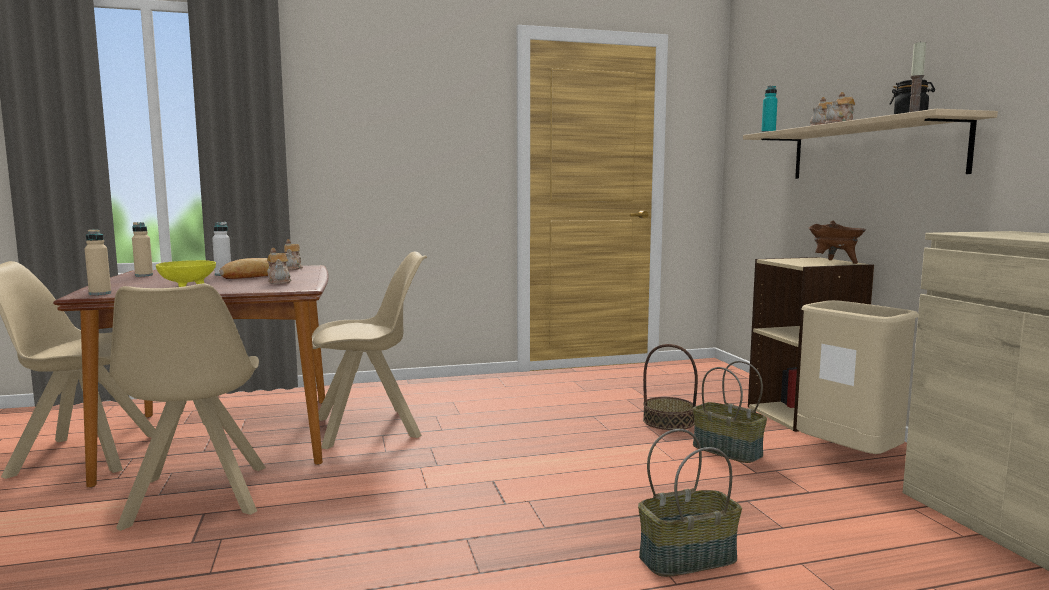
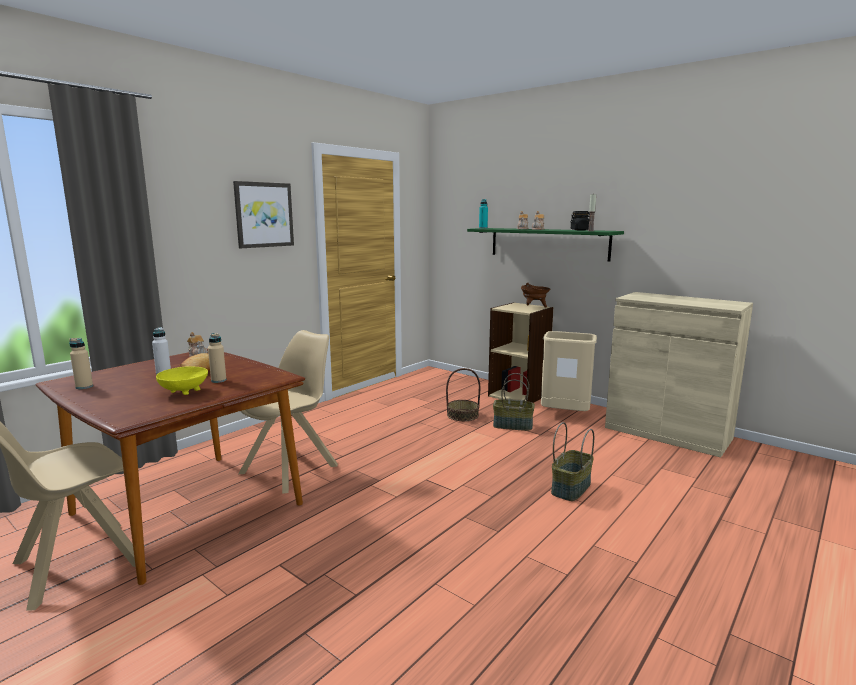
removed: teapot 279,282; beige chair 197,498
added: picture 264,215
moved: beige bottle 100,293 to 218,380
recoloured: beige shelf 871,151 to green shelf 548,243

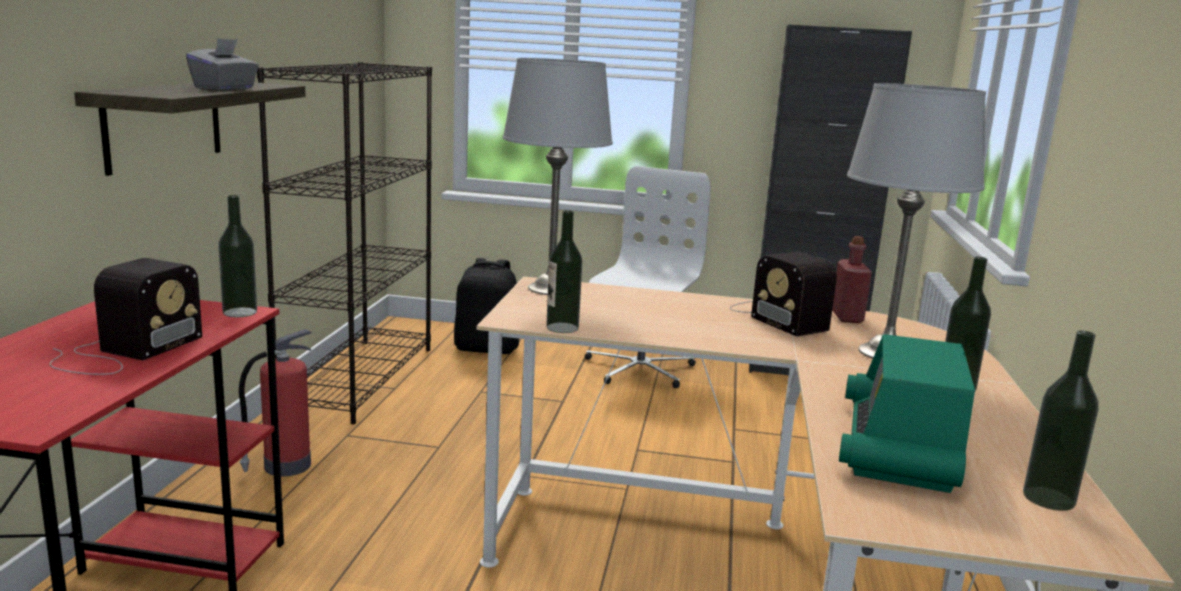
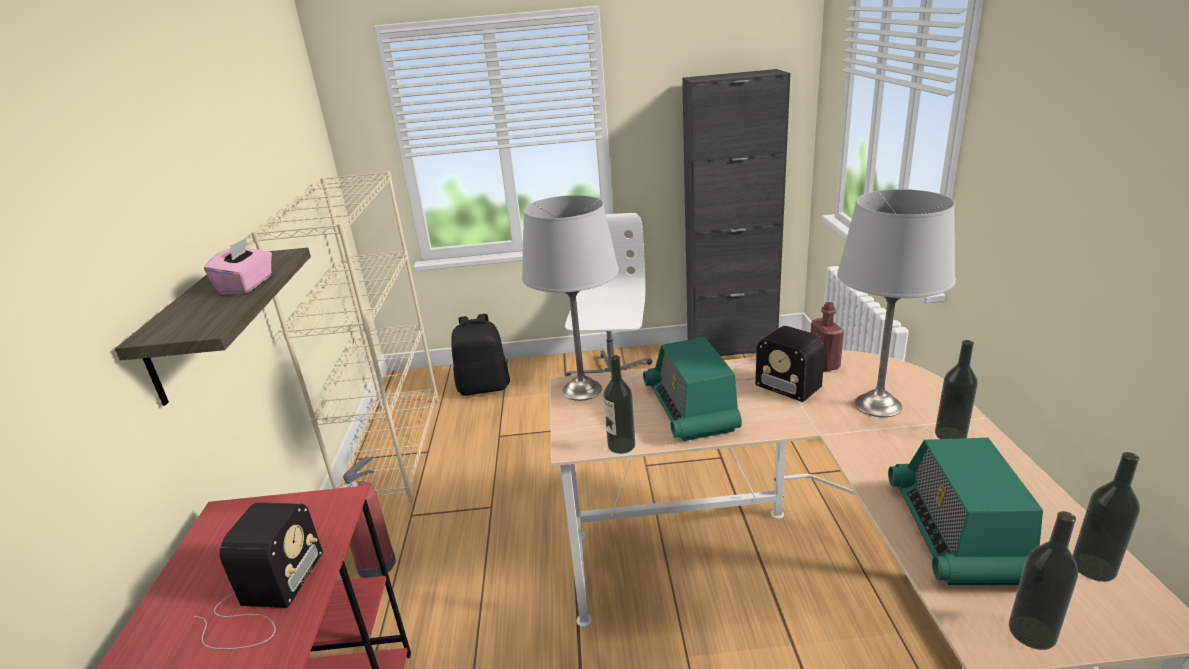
added: radio 690,409
moved: bottle 240,312 to 1032,632
recoloured: grey tissue box 225,88 to pink tissue box 247,285; black bookcase 359,378 to beige bookcase 394,448

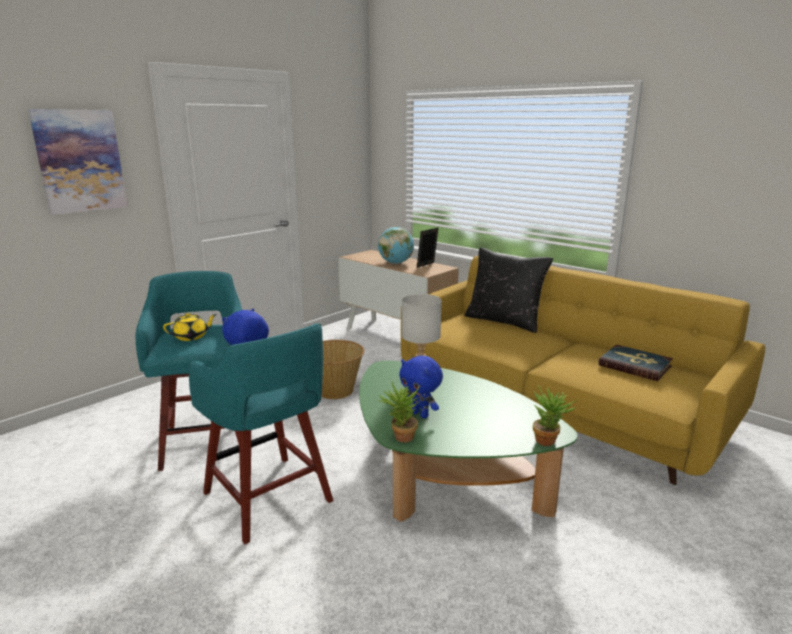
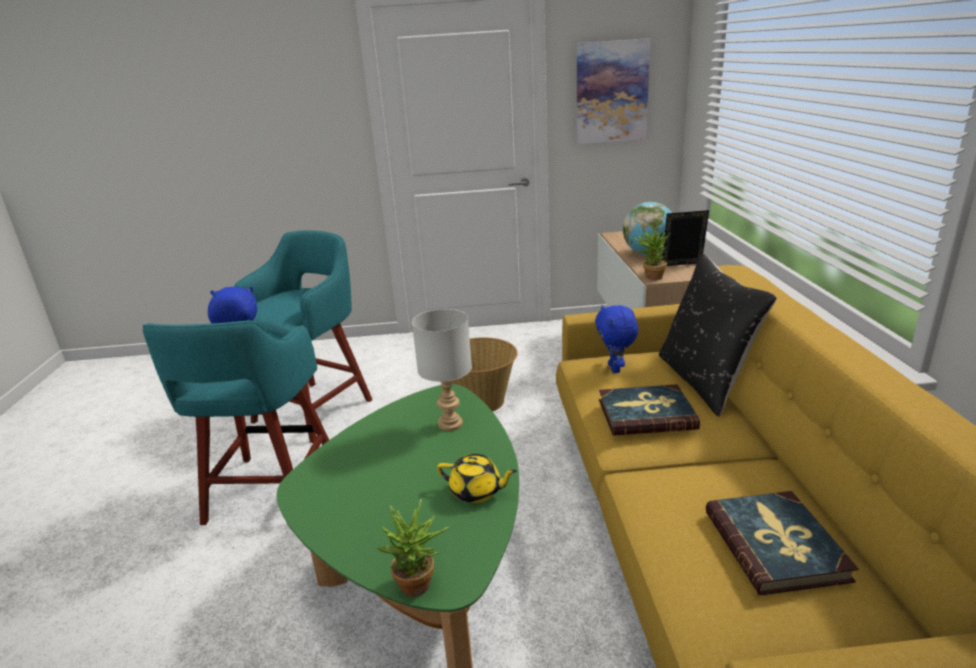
added: book 646,414
moved: picture 80,161 to 611,92; yellow teapot 191,337 to 476,491; blue plush toy 420,414 to 615,369; potted plant 400,438 to 650,277

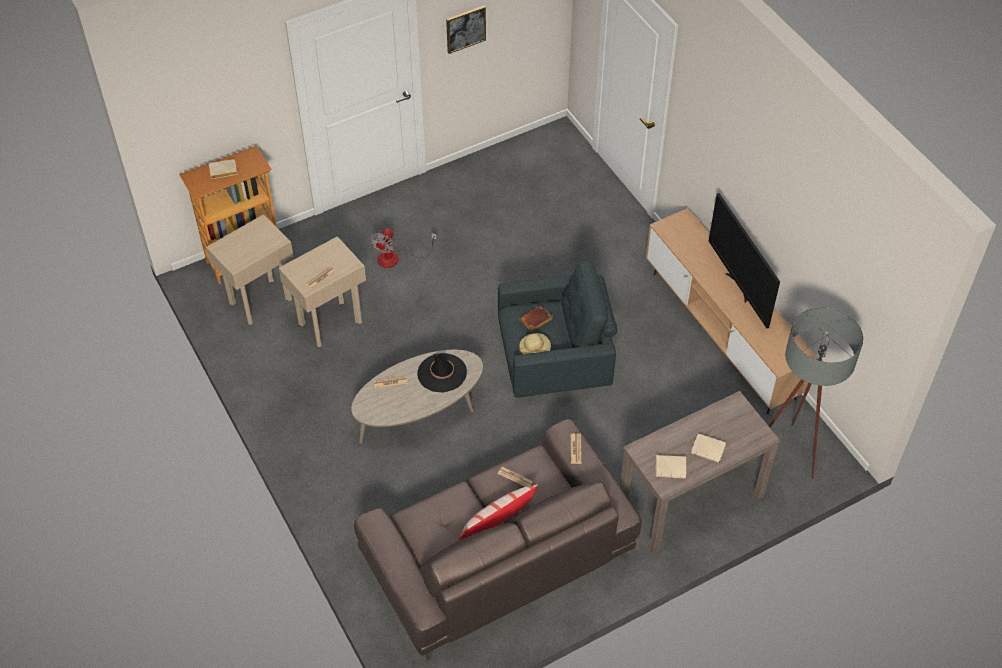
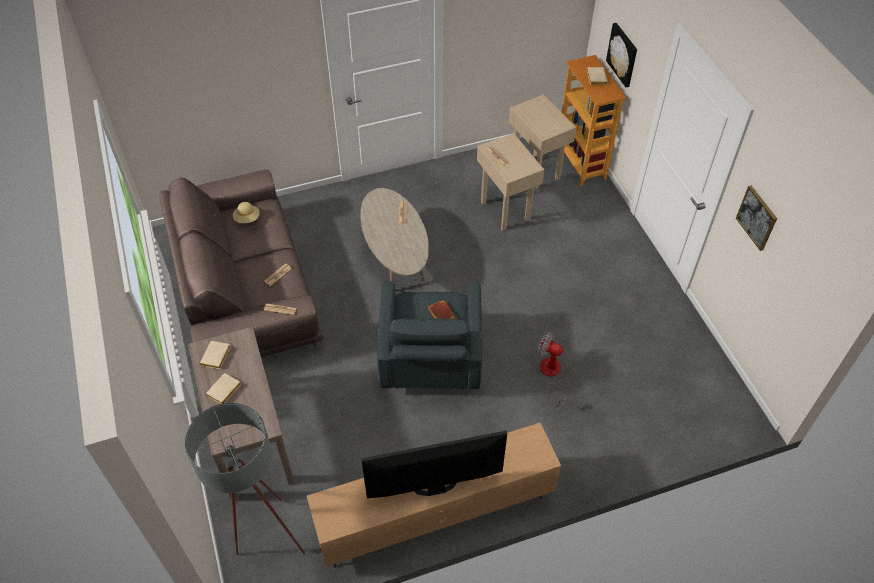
removed: black hat 442,373; pillow 497,522
added: picture 623,54
moved: fan 396,258 to 551,374; beige hat 535,350 to 247,218

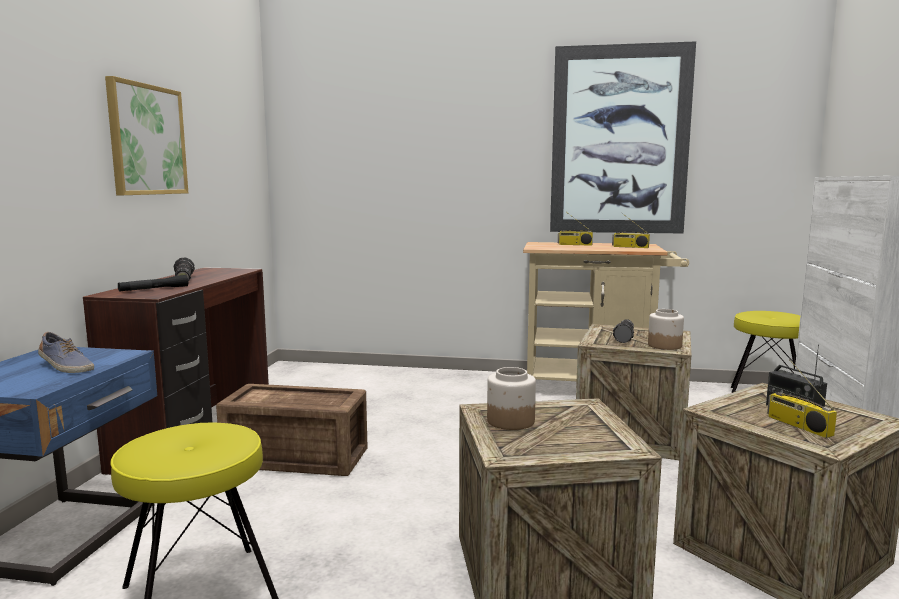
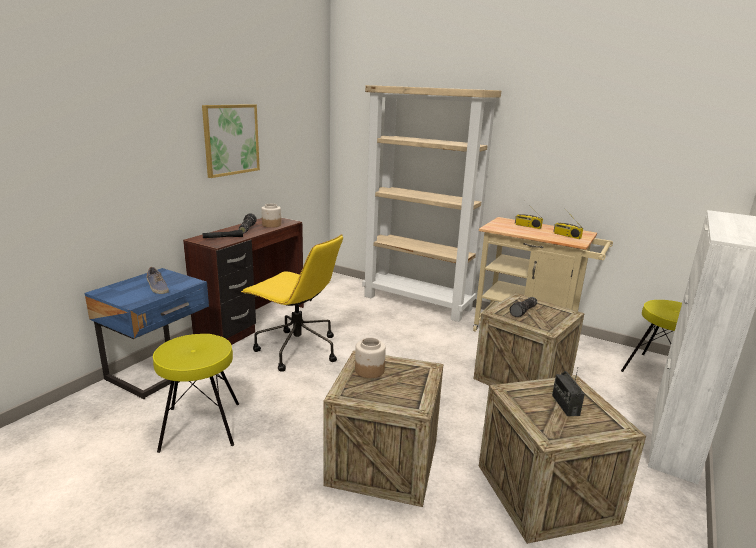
removed: picture 619,140; radio 797,425
added: beige bookcase 418,302
moved: jar 665,345 to 272,225
replaced: crate 297,459 to yellow office chair 296,350

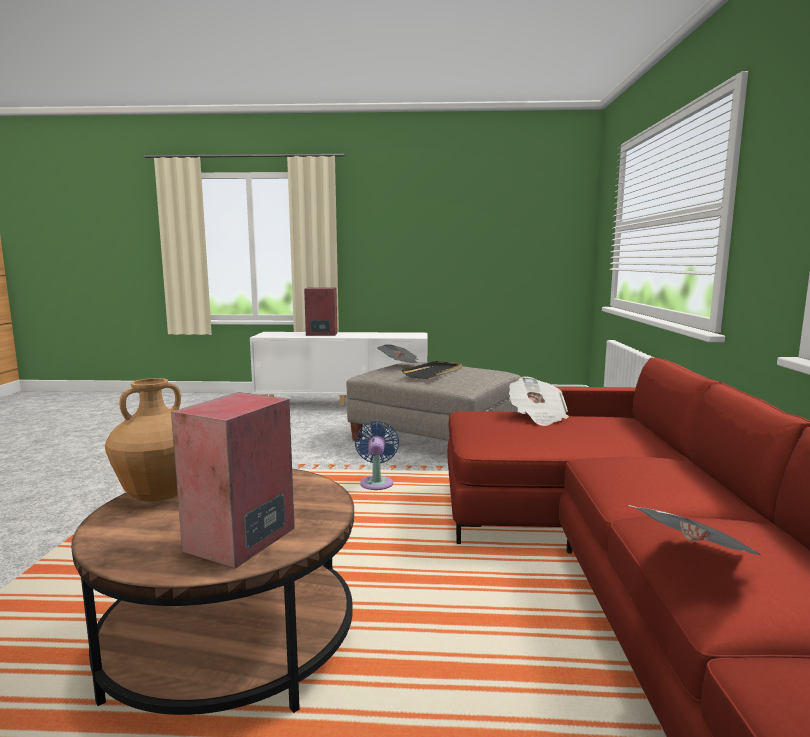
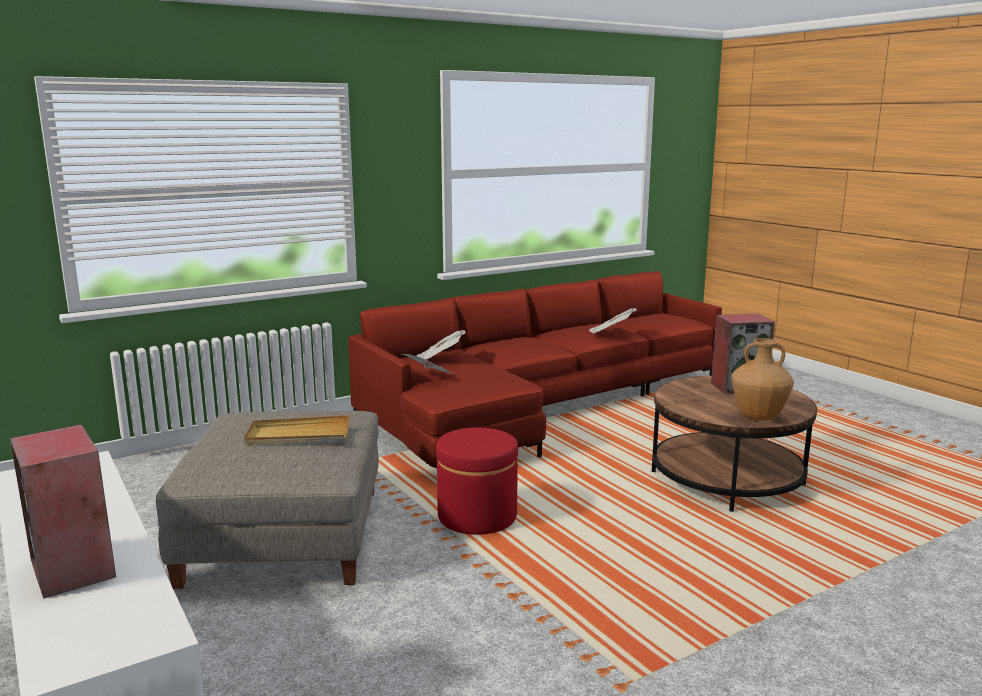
moved: newspaper 399,365 to 439,359
replaced: blue fan 377,482 to red ottoman 477,516
recoloured: black tray 434,372 to beige tray 298,435

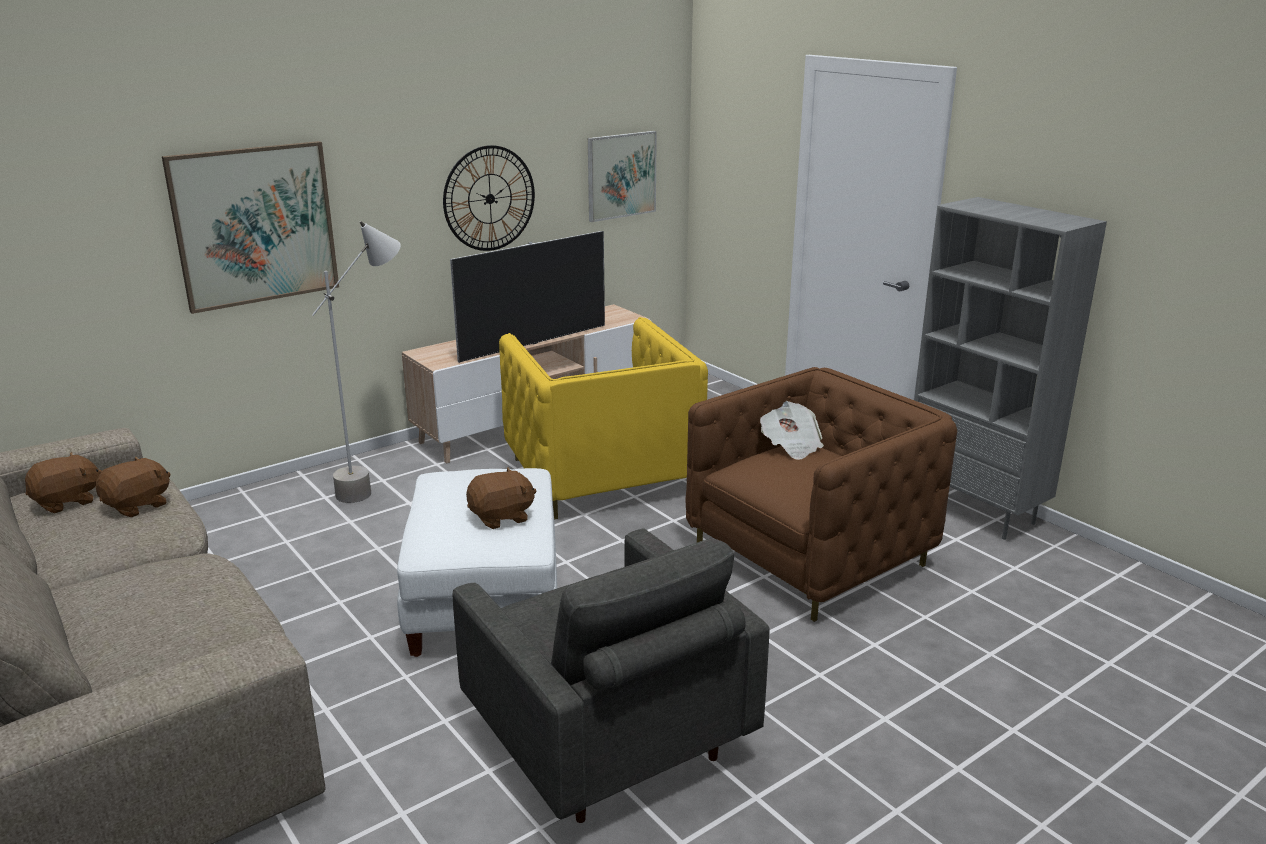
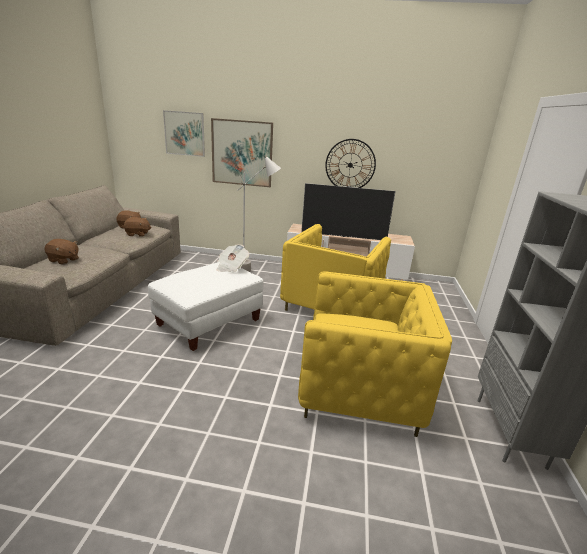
removed: grey armchair 607,742
moved: picture 621,175 to 184,133; newspaper 790,445 to 231,267; brown plush toy 501,517 to 63,260
recoloured: brown armchair 809,556 to yellow armchair 359,388

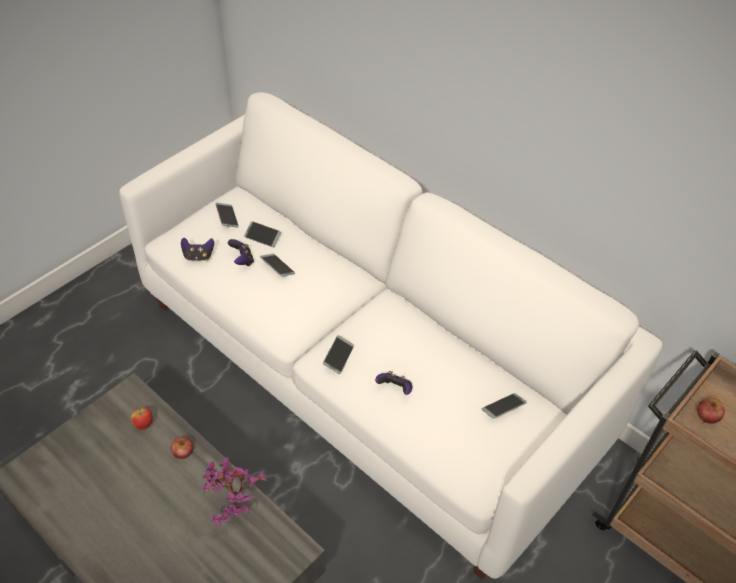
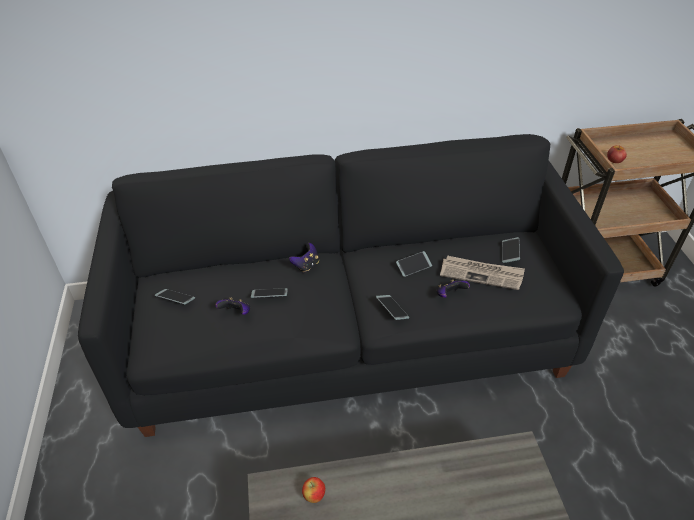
removed: apple 183,451; potted plant 233,508
added: newspaper 481,274
moved: phone 262,237 to 413,266; game controller 198,256 to 306,265
recoloured: white sofa 366,370 to black sofa 348,336

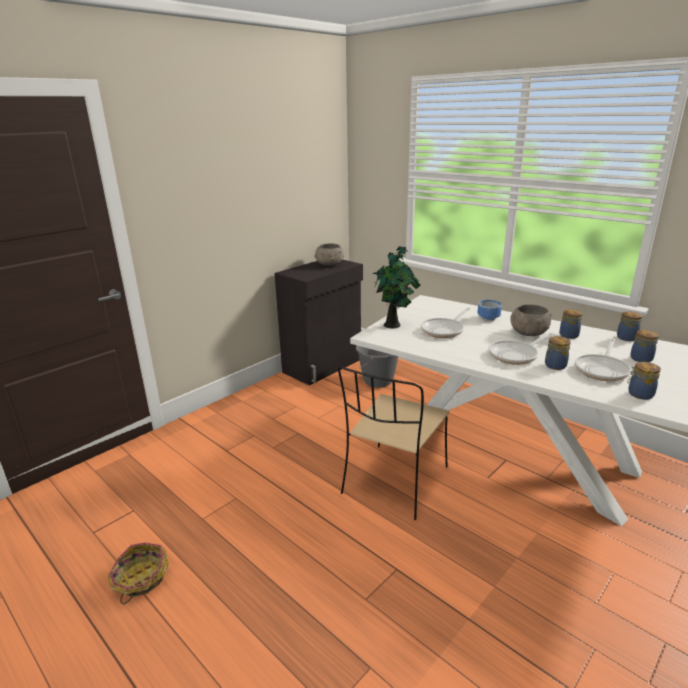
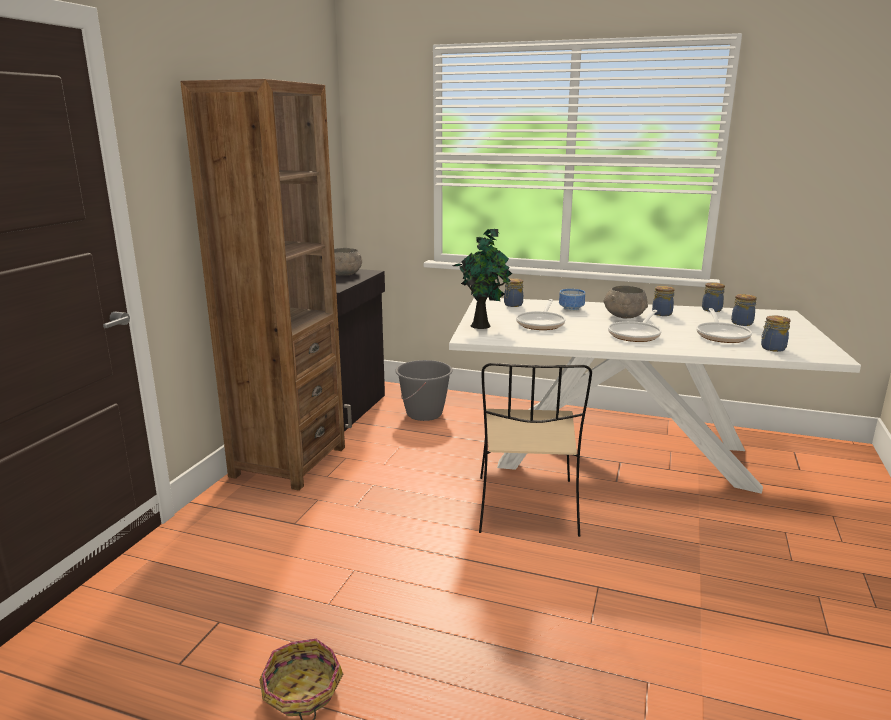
added: brown bookcase 288,461
moved: jar 554,366 to 512,305

